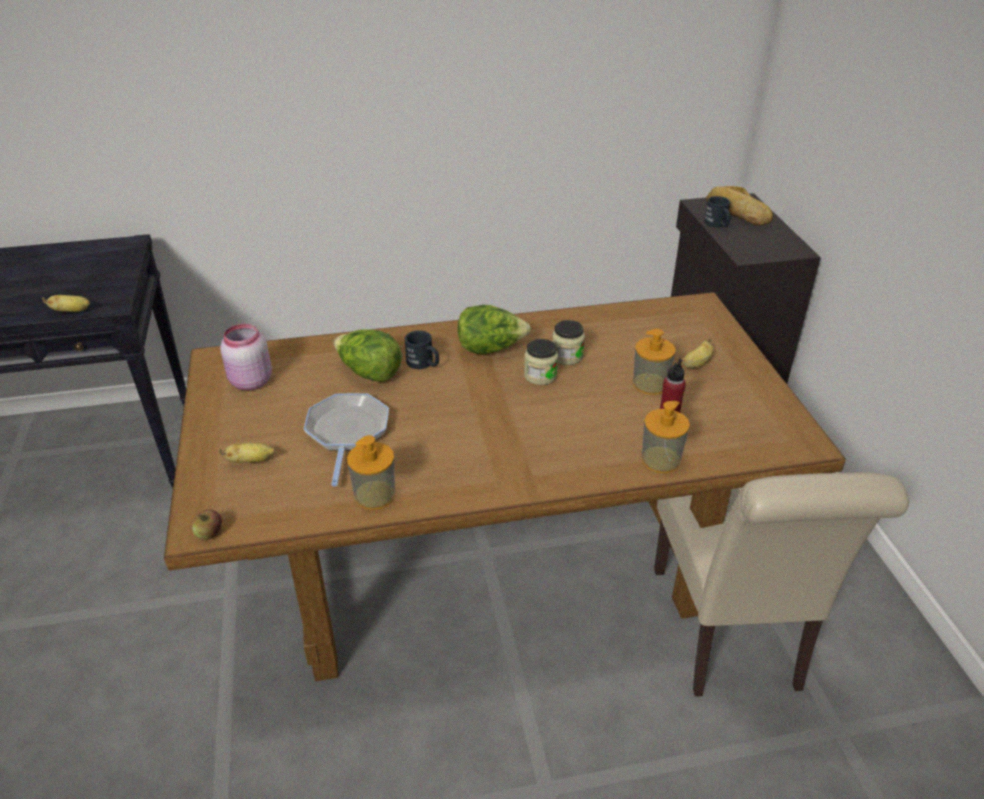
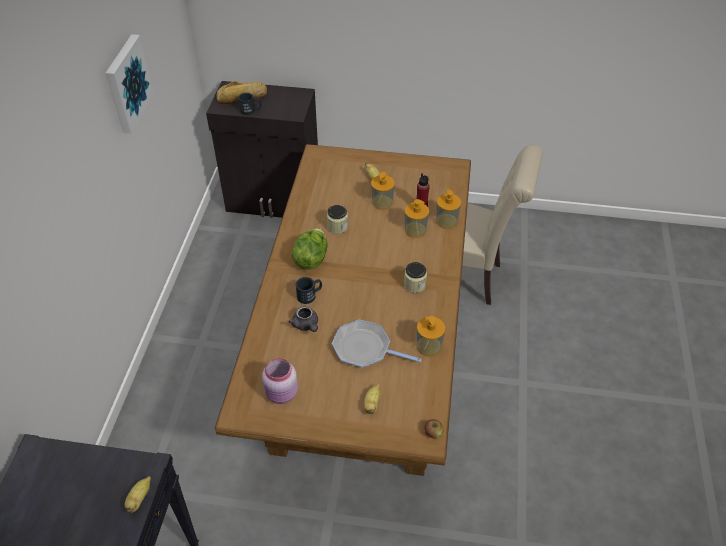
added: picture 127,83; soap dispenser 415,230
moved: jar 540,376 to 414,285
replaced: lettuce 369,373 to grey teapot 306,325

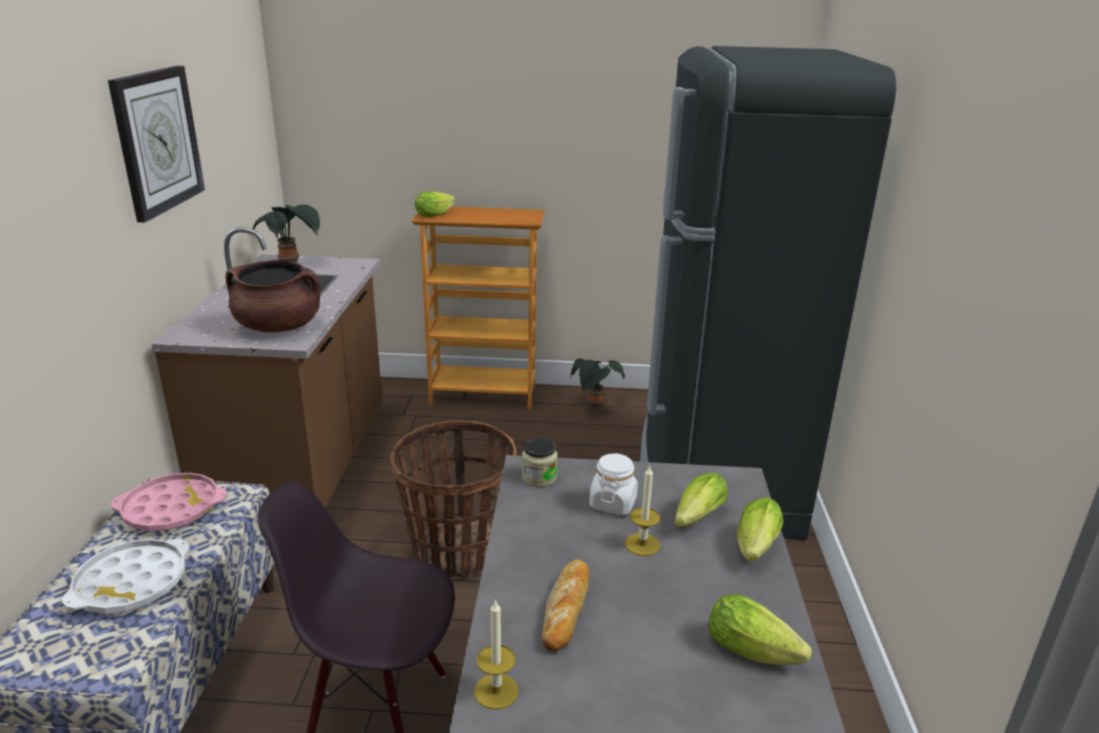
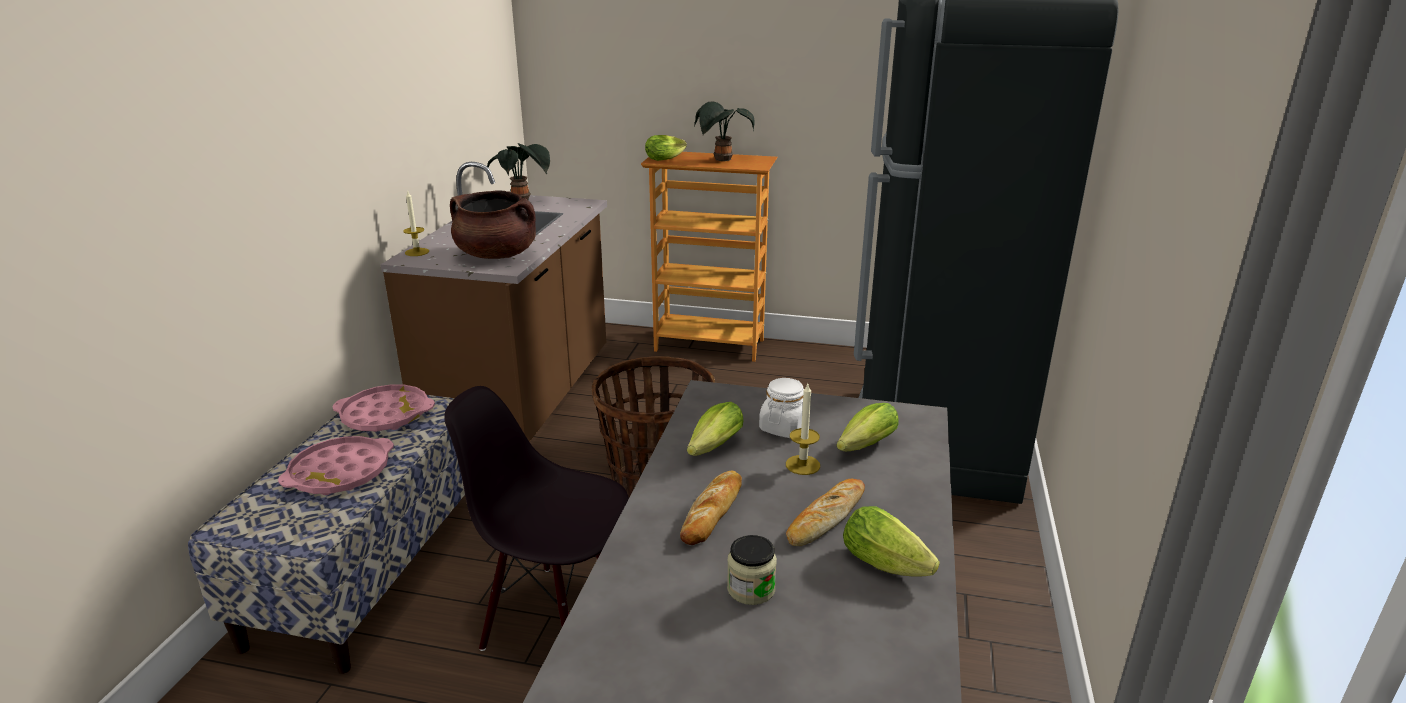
removed: wall clock 157,141
added: bread 825,517
moved: potted plant 594,406 to 722,160; jar 539,477 to 751,589; lettuce 754,548 to 712,449; candle 496,691 to 417,252
recoloured: white tray 132,583 to pink tray 340,473

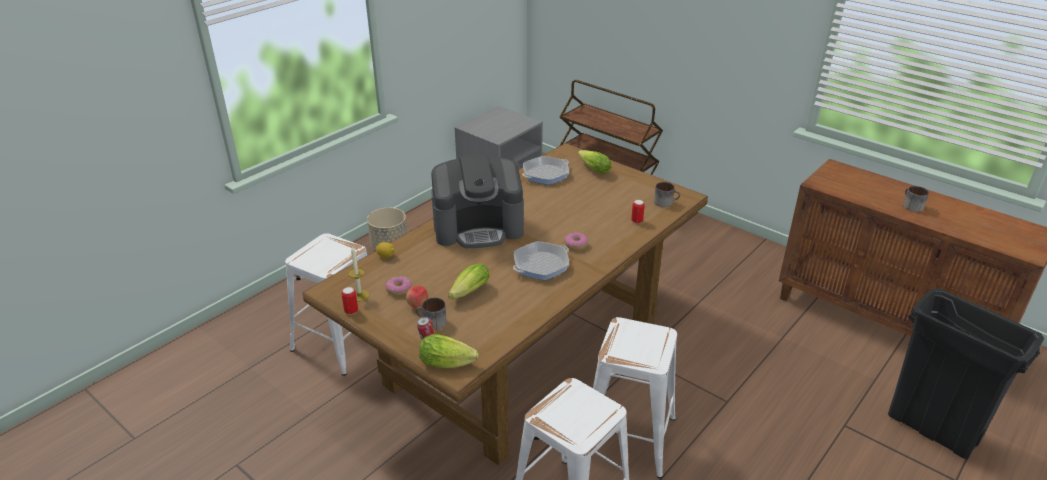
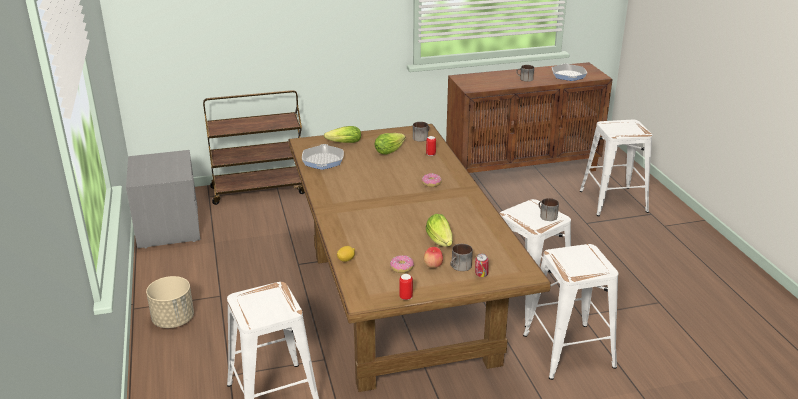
removed: coffee machine 478,227; candle 359,295
added: mug 546,216
moved: frying pan 541,265 to 568,75; lettuce 449,363 to 391,150
replaced: black trash can 932,430 to white stool 613,201

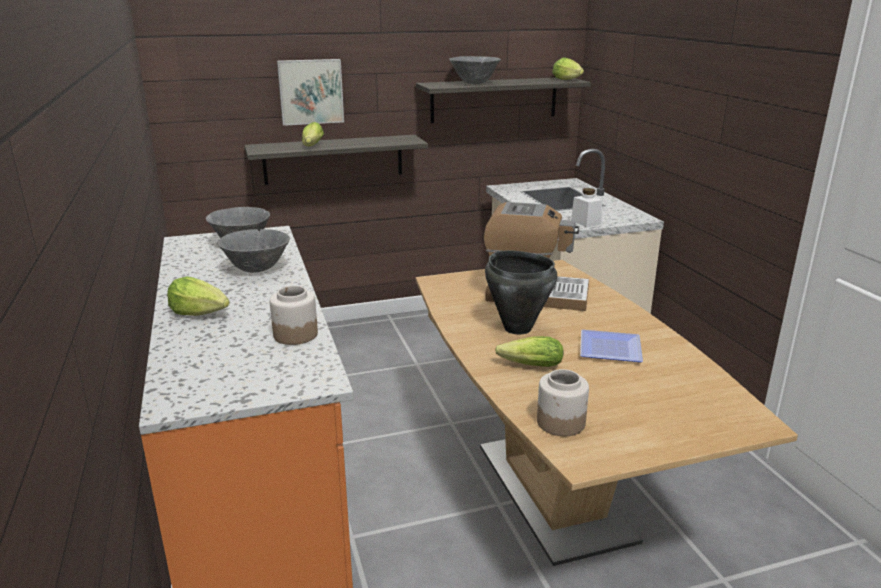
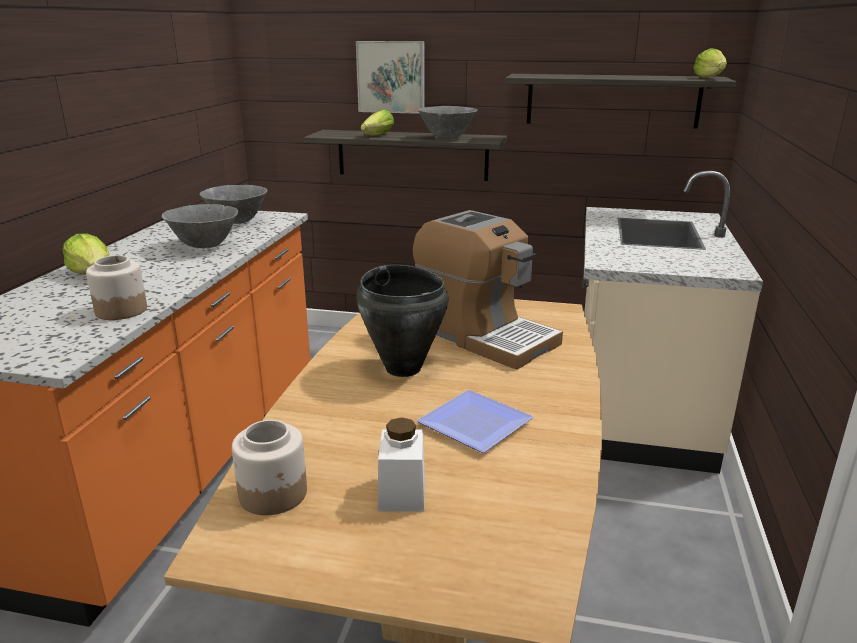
removed: lettuce 528,366
moved: grey bowl 475,83 to 447,138; white jar 586,222 to 402,493

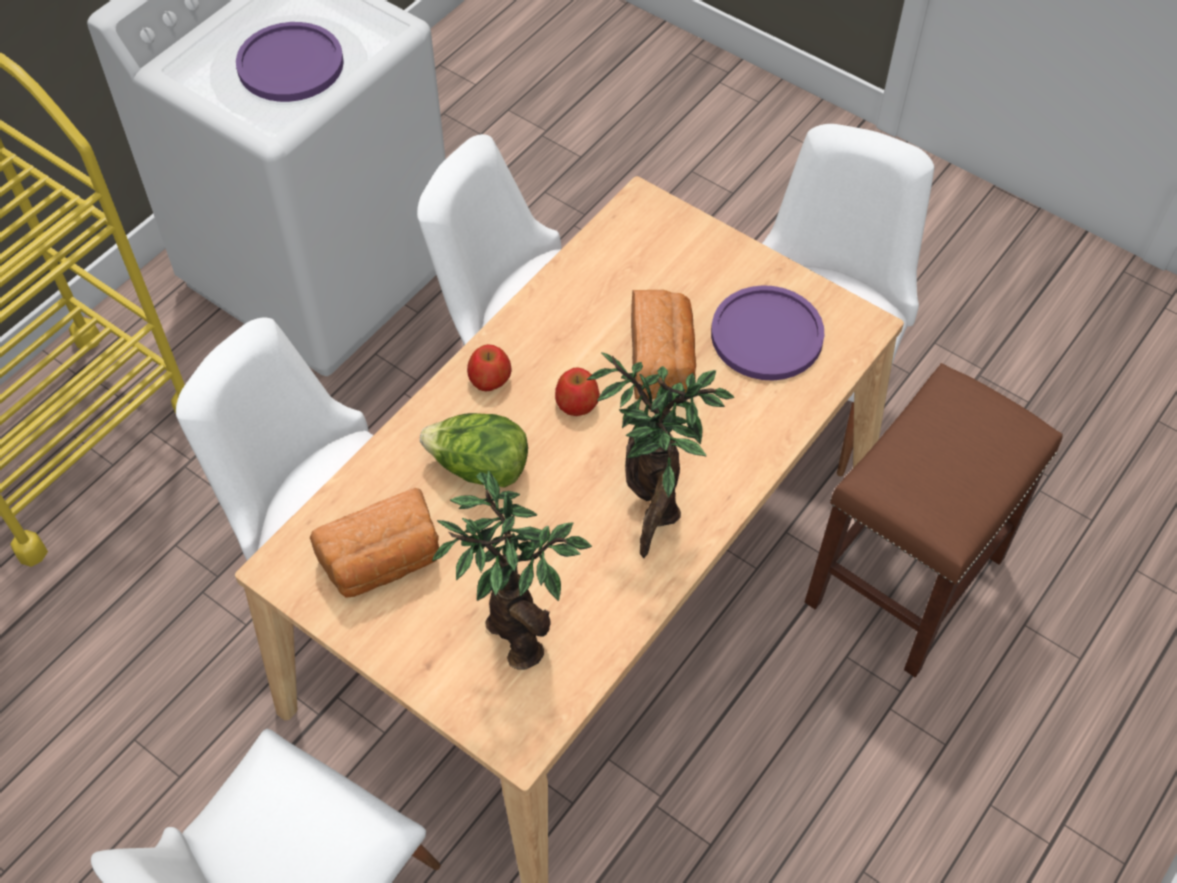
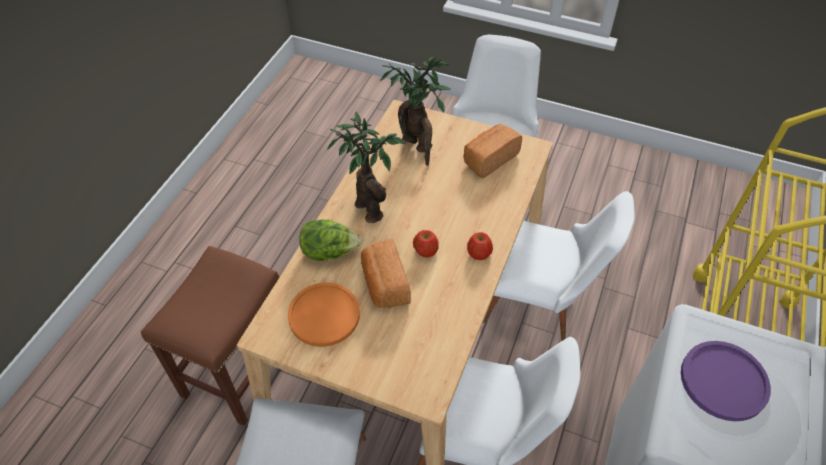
moved: lettuce 479,468 to 329,252
recoloured: purple plate 767,335 to orange plate 324,315

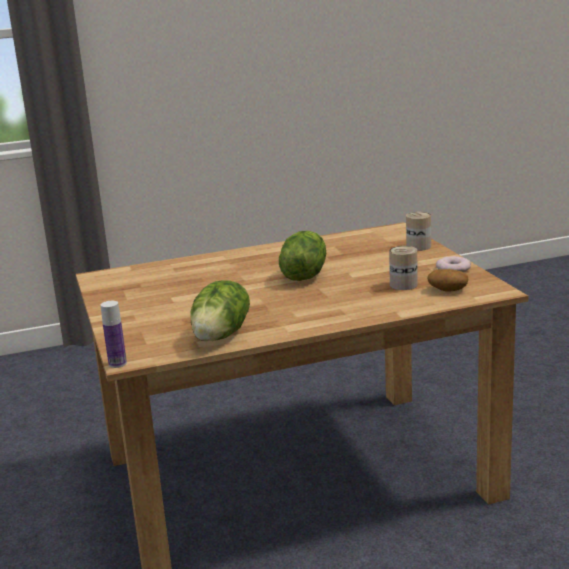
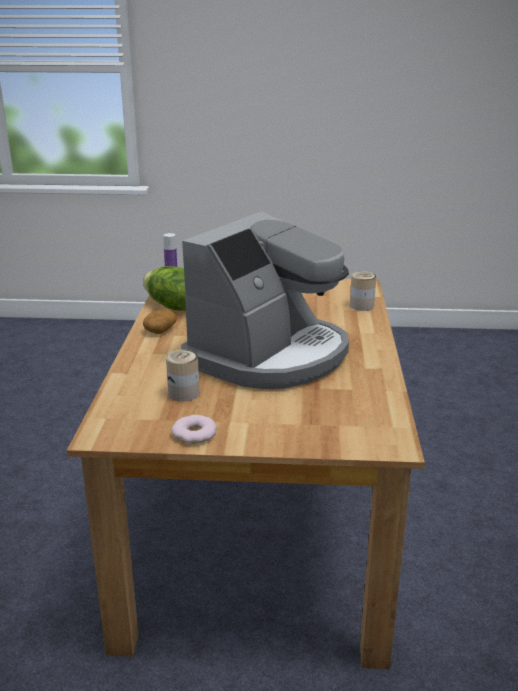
moved: can 418,246 to 361,306; potato 447,290 to 160,330
replaced: lettuce 304,275 to coffee machine 270,355

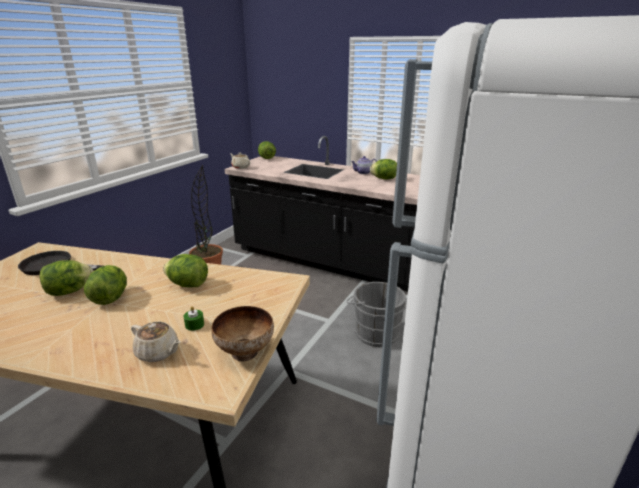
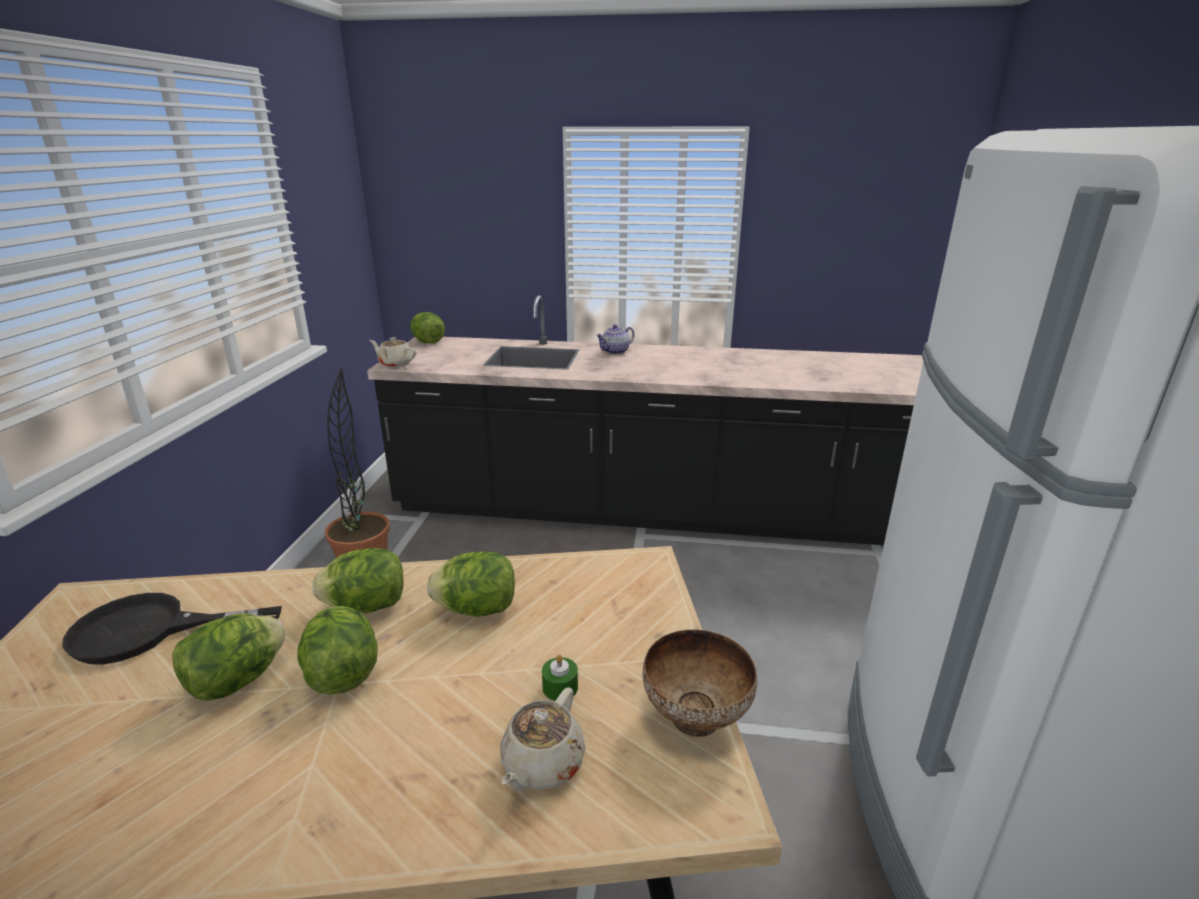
removed: grey bucket 374,332
moved: lettuce 384,179 to 367,606
turned: beige teapot 158,352 = 542,764 105 degrees clockwise

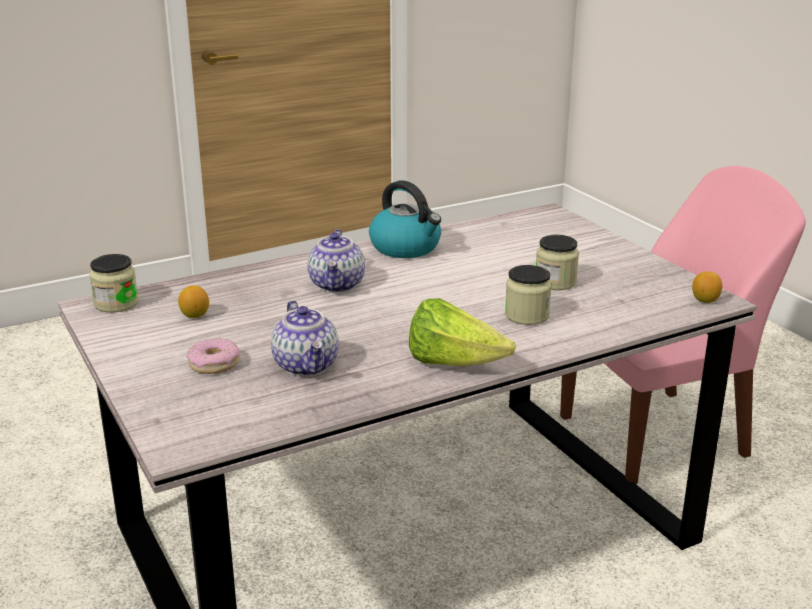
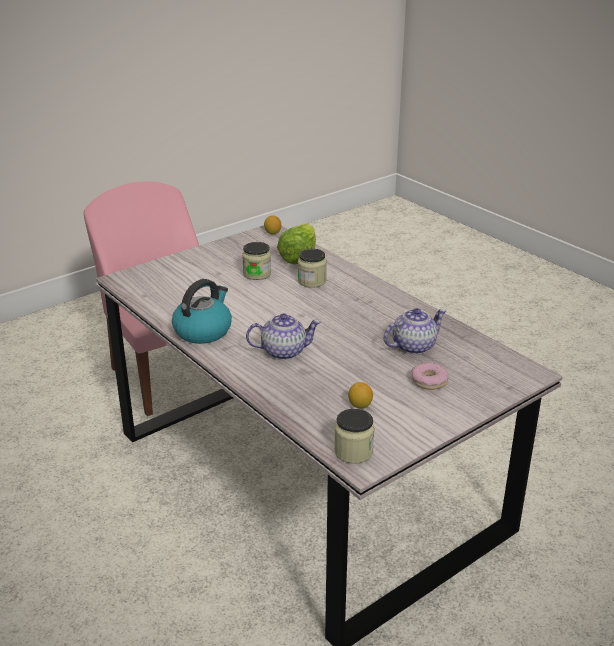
moved: lettuce 453,363 to 299,256

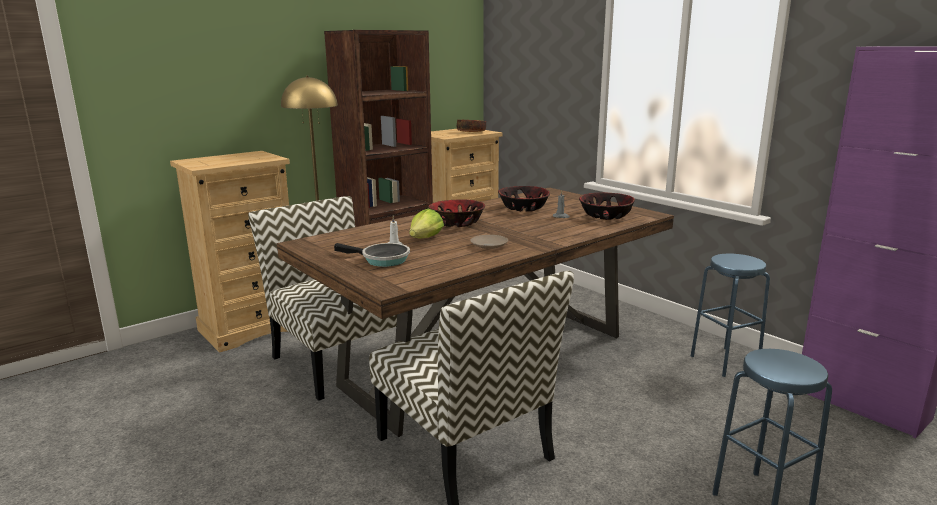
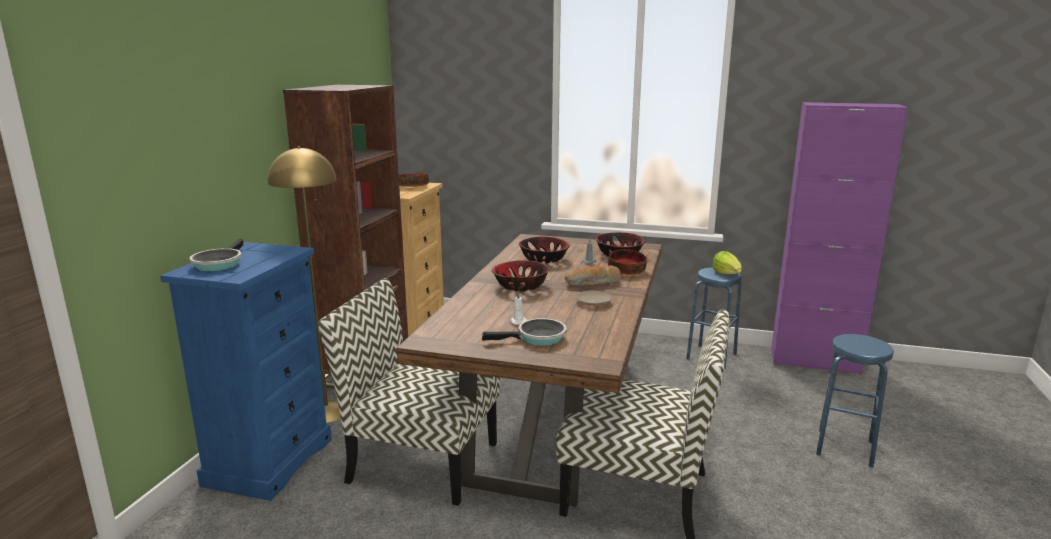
added: frying pan 219,264; bowl 626,270; bread 593,283
moved: lettuce 425,239 to 727,274
recoloured: beige dresser 251,328 to blue dresser 269,461

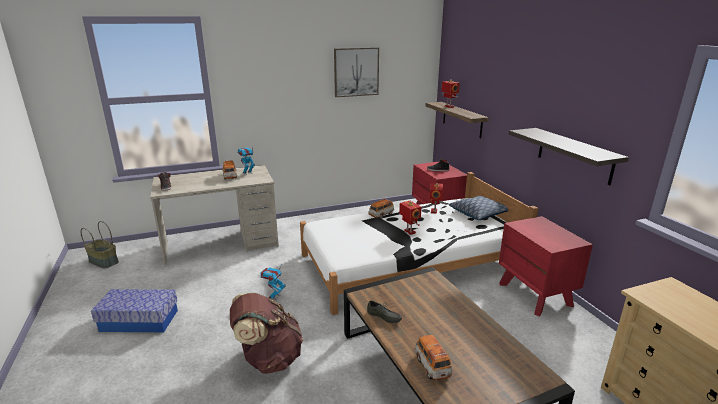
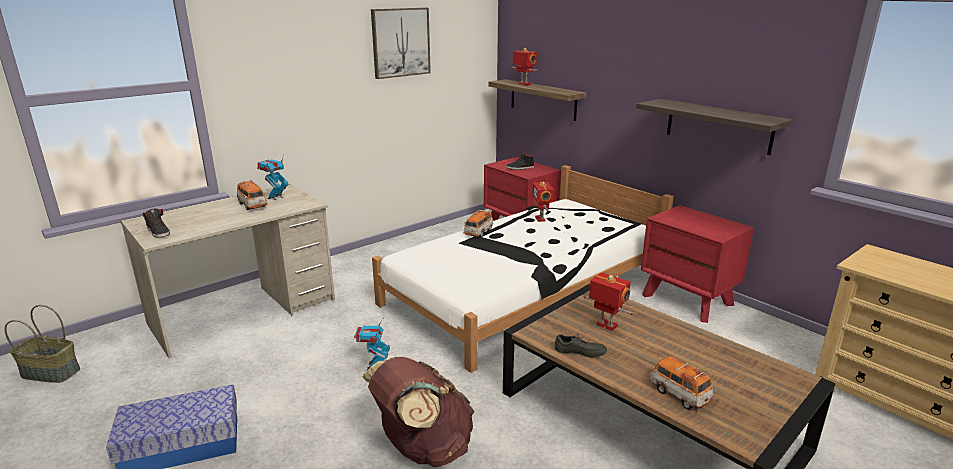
removed: pillow 478,213
moved: toy robot 409,232 to 606,326

